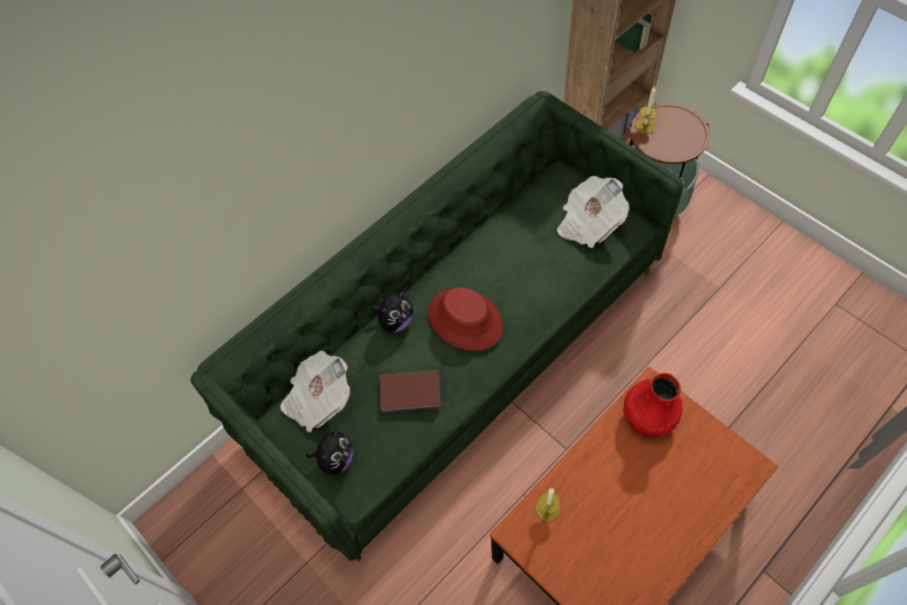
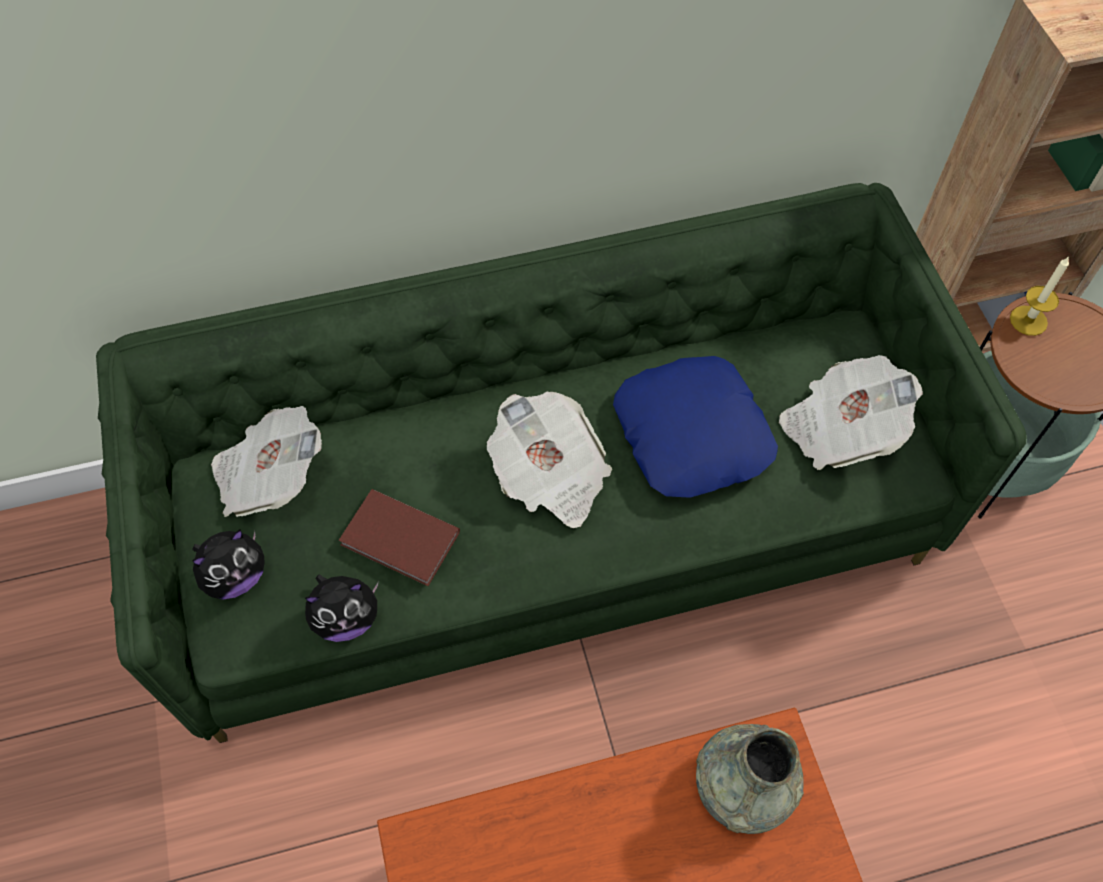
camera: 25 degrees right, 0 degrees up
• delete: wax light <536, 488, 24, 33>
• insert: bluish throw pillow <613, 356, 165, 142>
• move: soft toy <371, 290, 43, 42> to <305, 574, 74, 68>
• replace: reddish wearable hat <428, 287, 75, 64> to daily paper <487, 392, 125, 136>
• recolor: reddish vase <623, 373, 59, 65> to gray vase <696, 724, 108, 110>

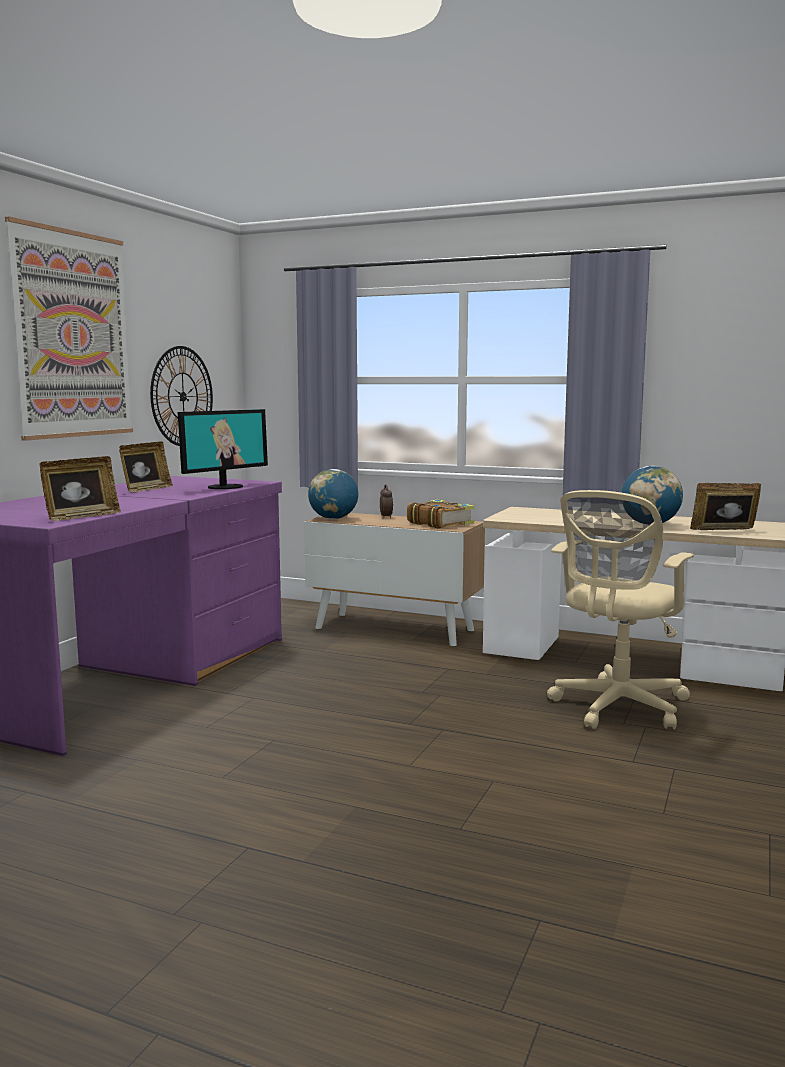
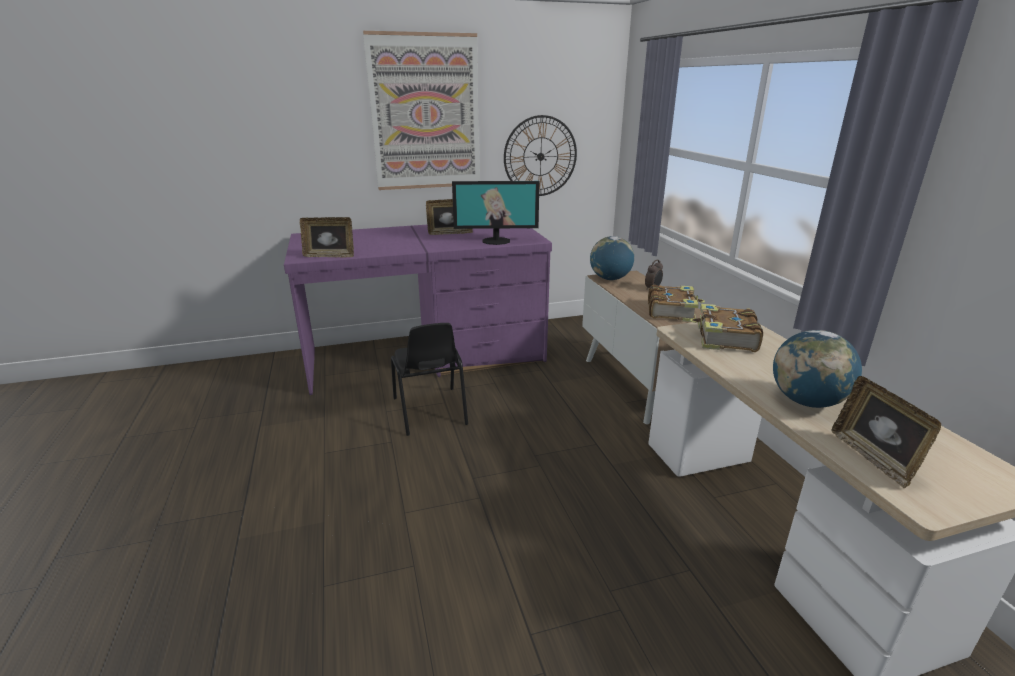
camera: 50 degrees right, 15 degrees up
• delete: beige-coloured computer chair <547, 490, 147, 239>
• insert: blackish upright chair <391, 323, 77, 113>
• insert: volume <690, 304, 73, 48>
• rotate: picture frame <690, 483, 71, 47> = <831, 376, 110, 112> 150 degrees counterclockwise

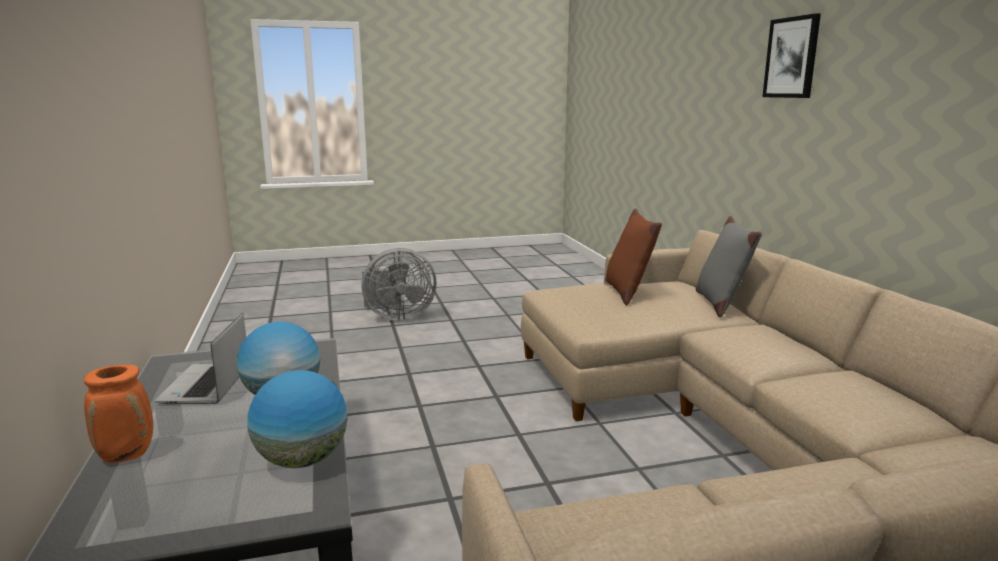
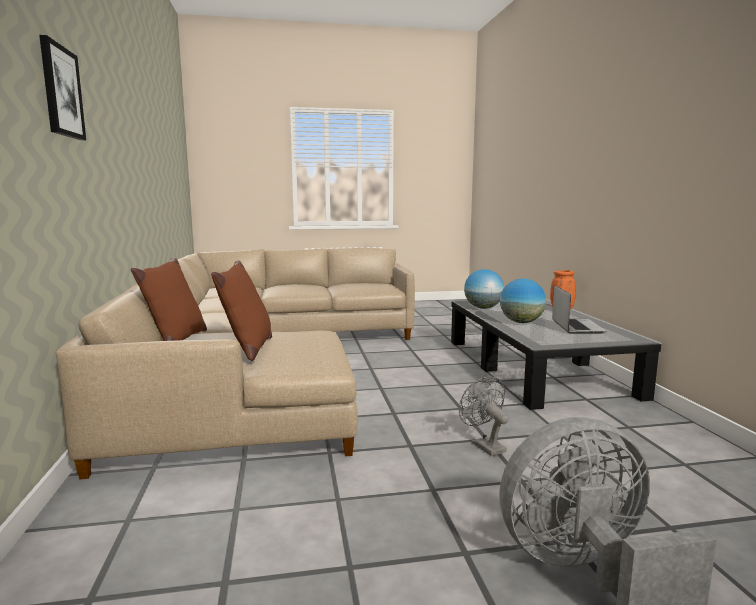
camera: 175 degrees left, 5 degrees down
• insert: gray cooling fan <459, 376, 49, 80>
• recolor: gray throw pillow <696, 216, 66, 101> to brownish throw pillow <131, 258, 76, 83>

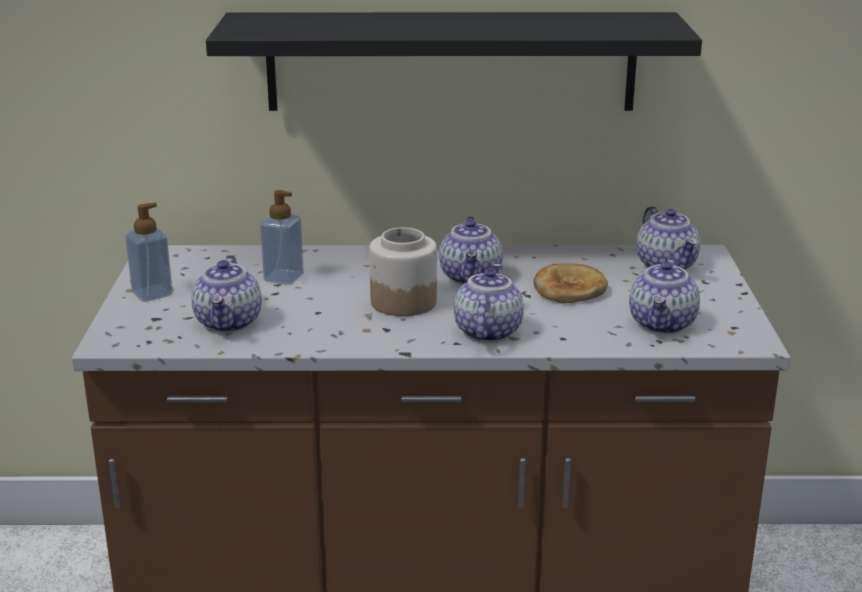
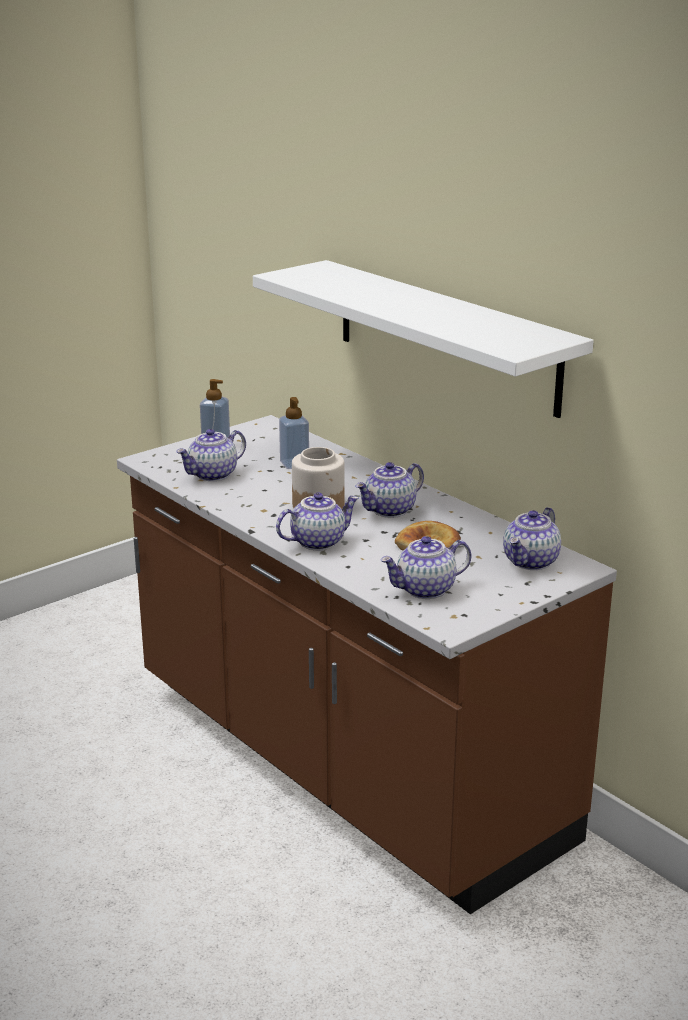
camera: 50 degrees right, 0 degrees up
• recolor: blackish shelf <206, 12, 496, 99> to white shelf <253, 260, 341, 158>

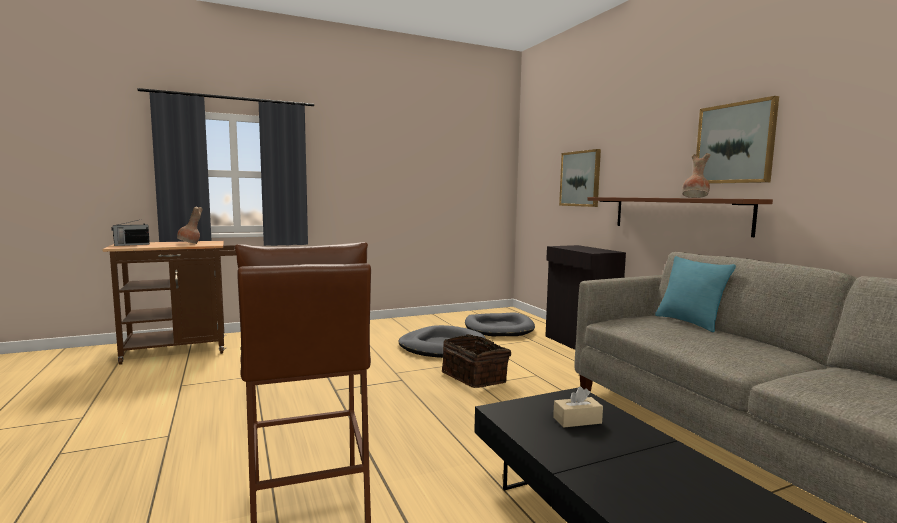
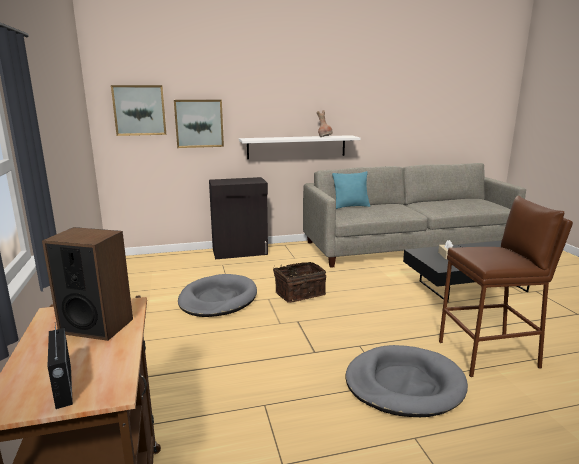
camera: 80 degrees left, 10 degrees up
• move: gray dog cushion <465, 312, 70, 24> to <346, 345, 122, 72>
• move: picture <696, 96, 83, 88> to <111, 85, 55, 51>
• replace: brownish vase <177, 207, 26, 37> to speaker <42, 227, 91, 114>
• recolor: brownish shelf <587, 197, 186, 40> to white shelf <239, 135, 122, 24>

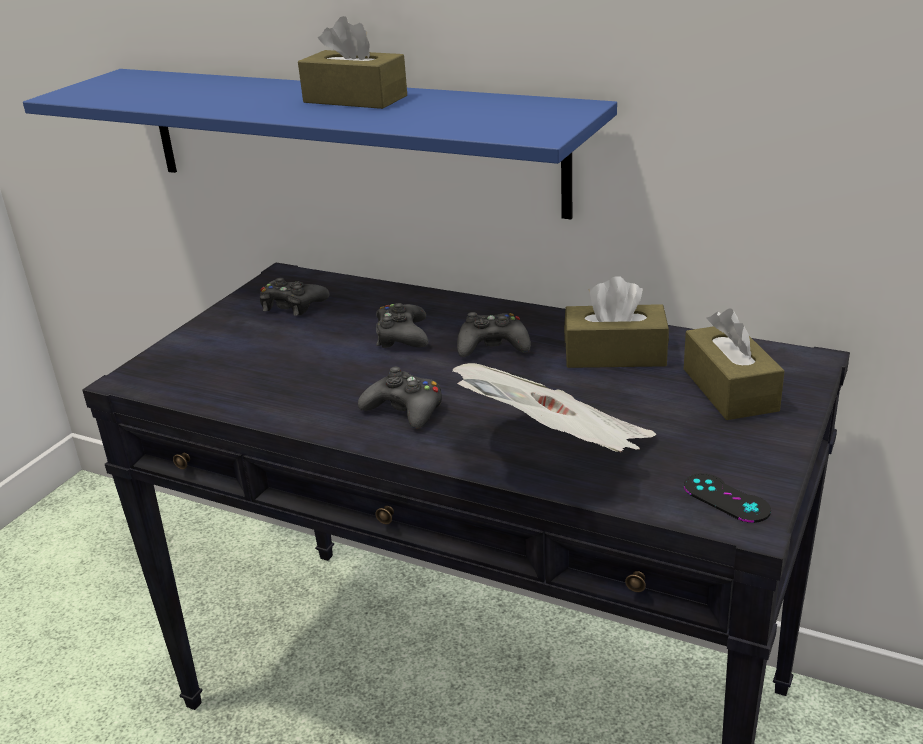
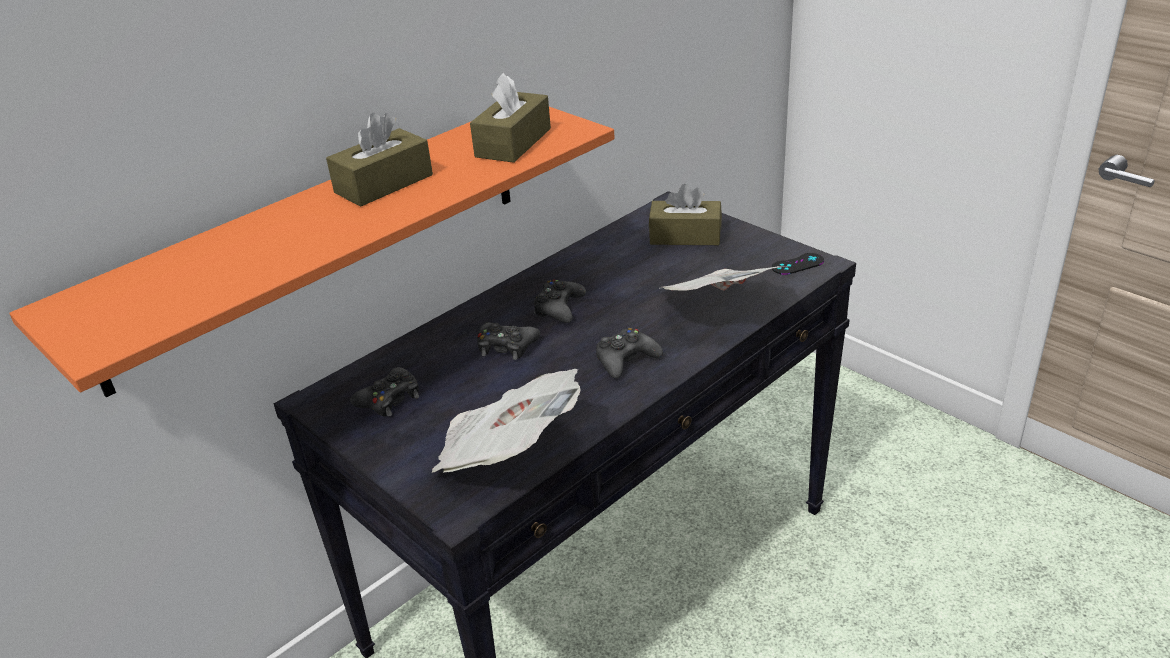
camera: 70 degrees left, 5 degrees up
• insert: daily paper <432, 369, 149, 104>
• move: brownish tissue holder <564, 276, 105, 92> to <470, 73, 81, 90>
• recolor: bluish shelf <23, 69, 594, 150> to orange shelf <9, 107, 606, 290>

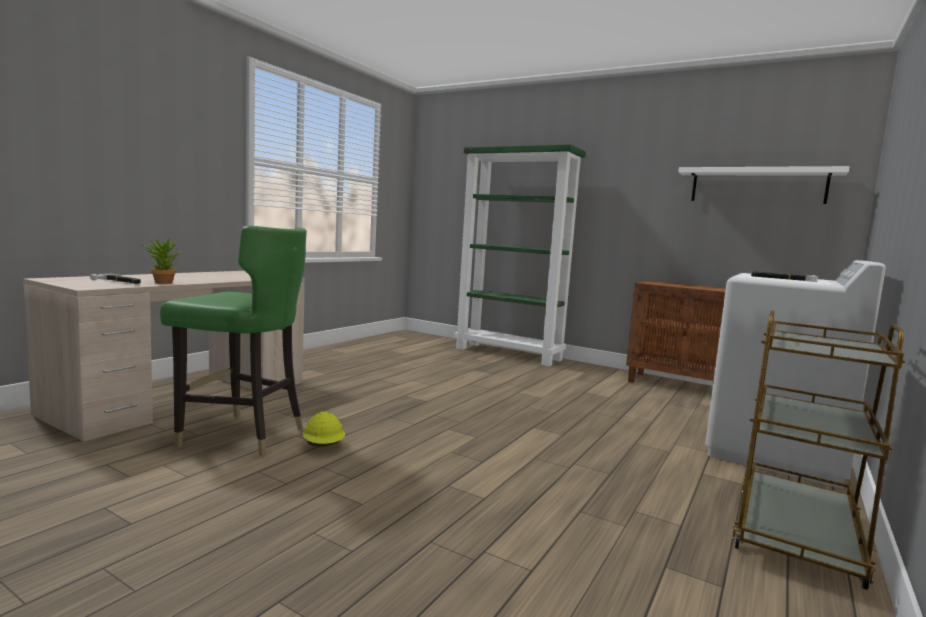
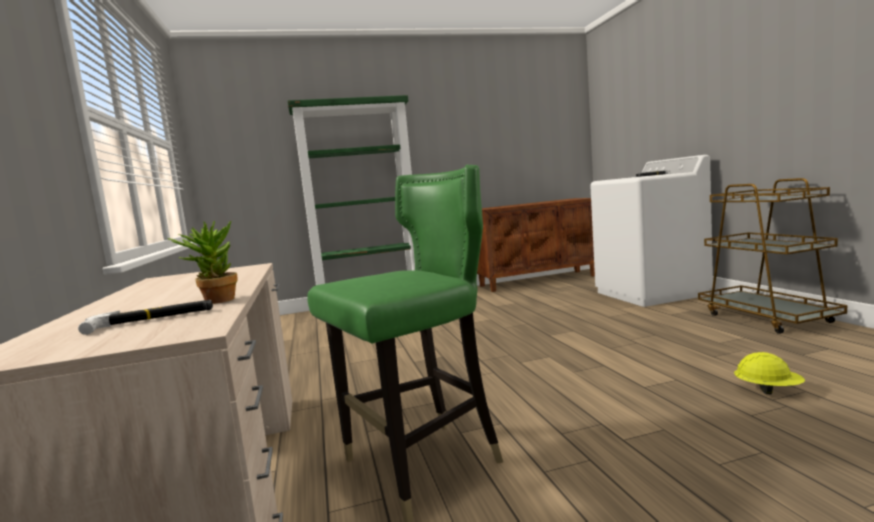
camera: 45 degrees left, 0 degrees up
• delete: white shelf <678, 166, 172, 38>
• move: yellow safety helmet <303, 411, 42, 35> to <734, 352, 71, 42>

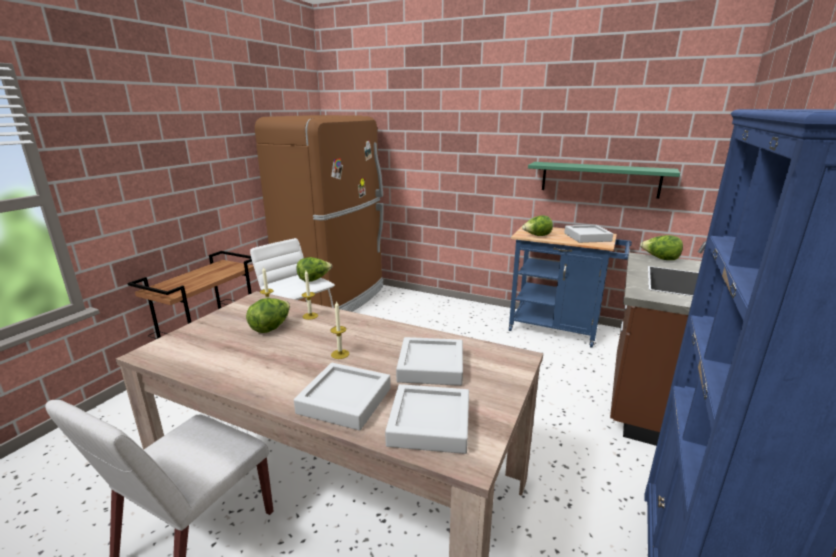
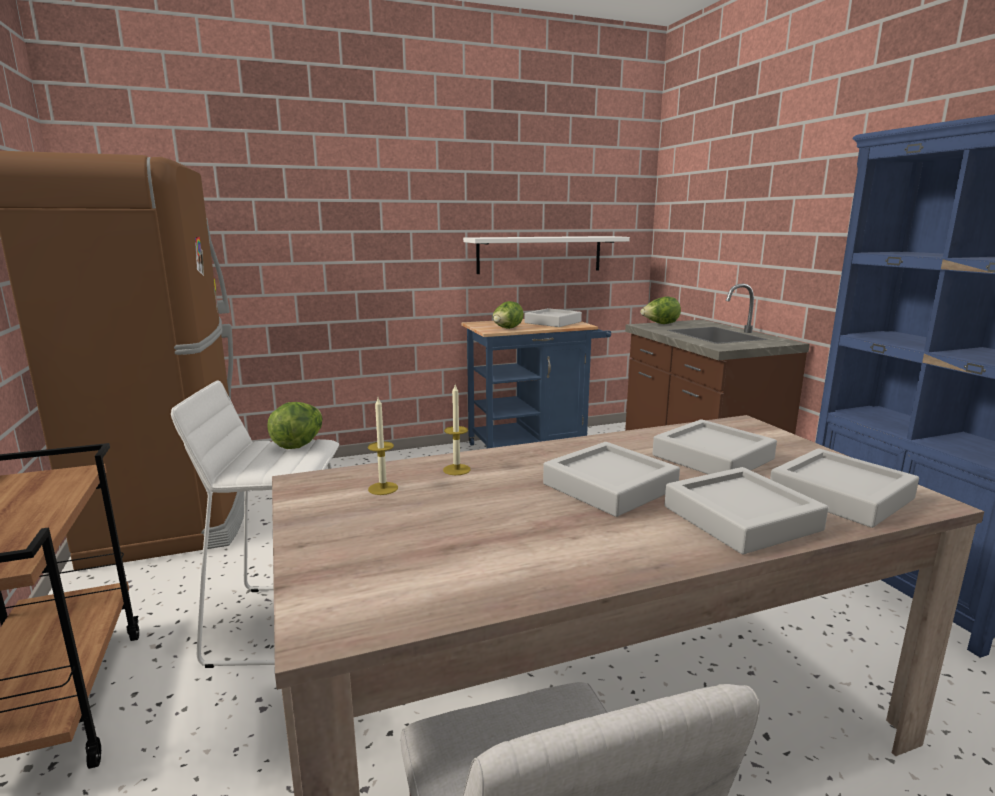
camera: 45 degrees left, 5 degrees down
• delete: lettuce <246, 298, 44, 35>
• replace: wax light <331, 301, 18, 58> to gray serving tray <543, 442, 137, 75>
• recolor: green-coloured shelf <528, 162, 152, 37> to white shelf <463, 236, 167, 38>

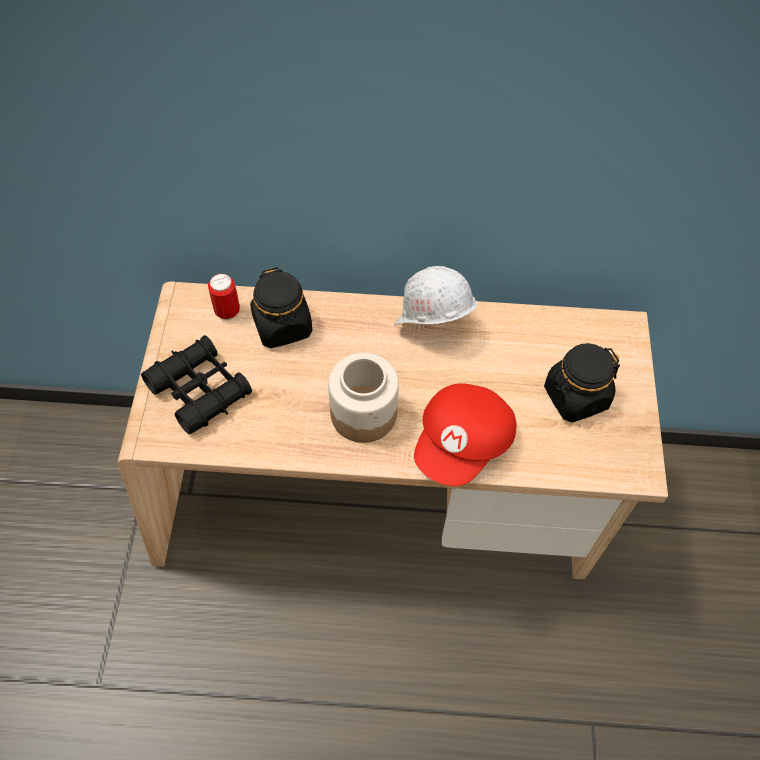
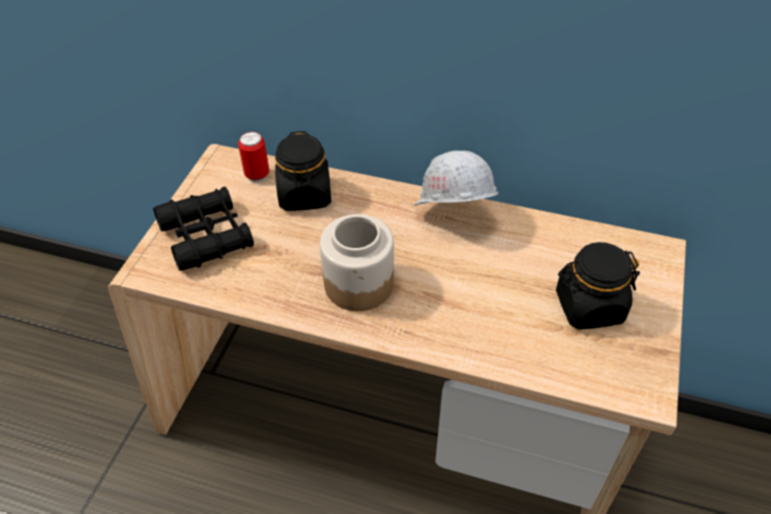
camera: 15 degrees right, 10 degrees down
• delete: reddish peaked cap <414, 383, 102, 103>

